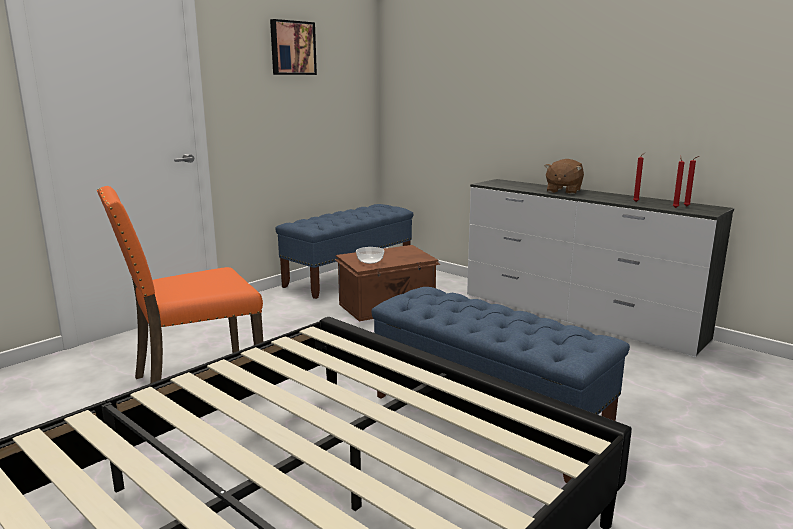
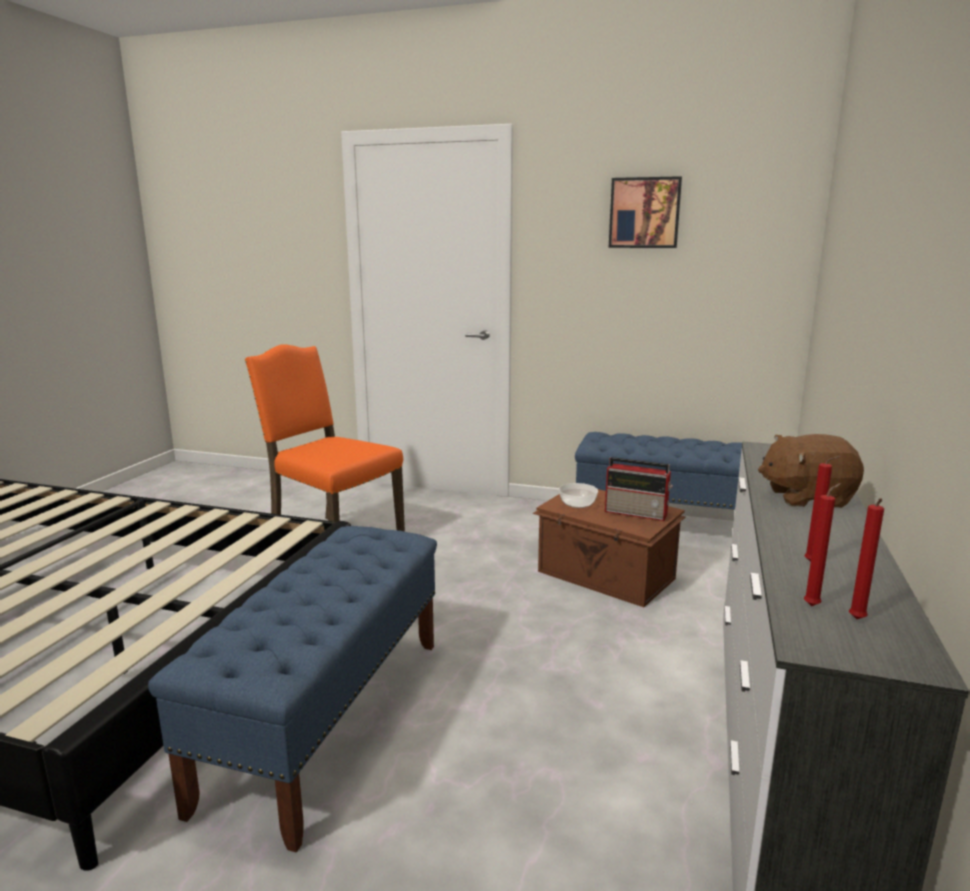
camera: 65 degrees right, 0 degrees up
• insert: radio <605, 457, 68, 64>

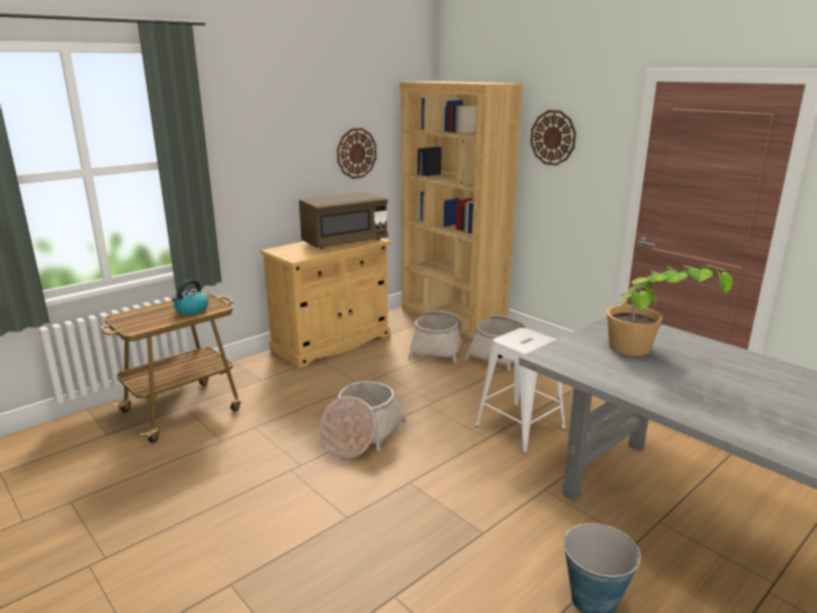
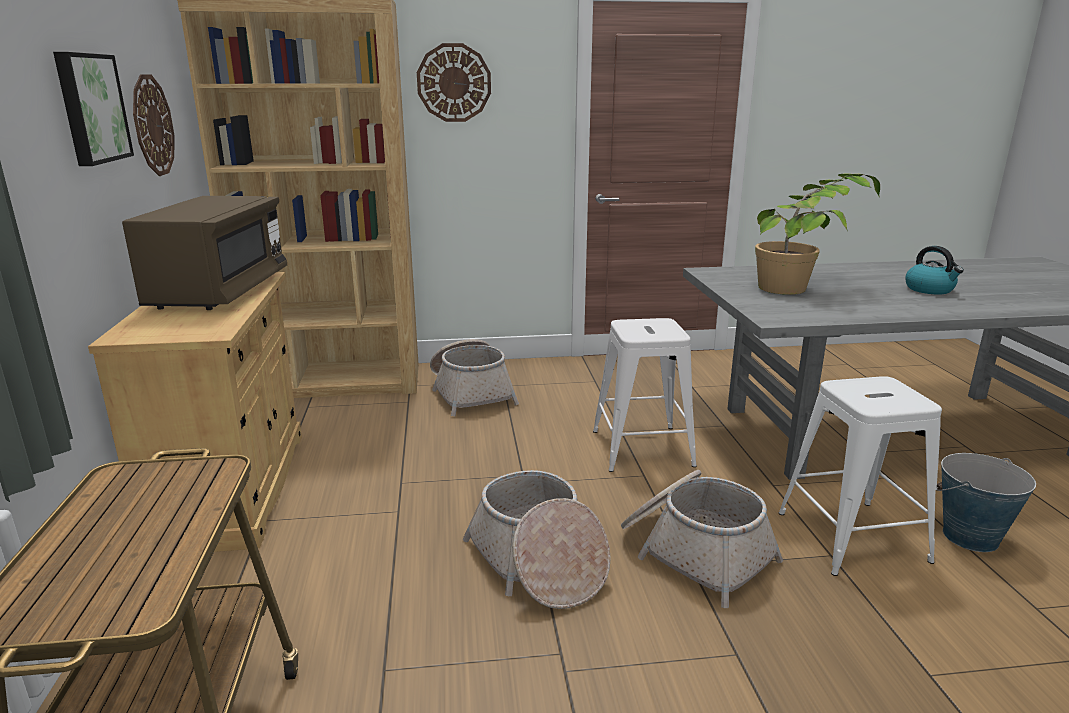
camera: 55 degrees left, 0 degrees up
• insert: picture <53, 52, 81, 114>
• insert: white stool <779, 376, 163, 200>
• move: tea kettle <172, 280, 36, 35> to <905, 246, 59, 48>
• move: storage basket <408, 310, 55, 53> to <621, 470, 162, 138>

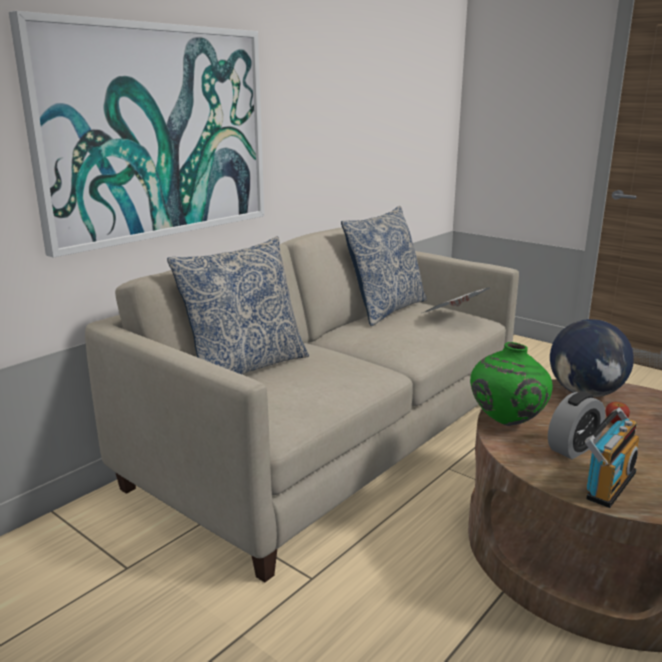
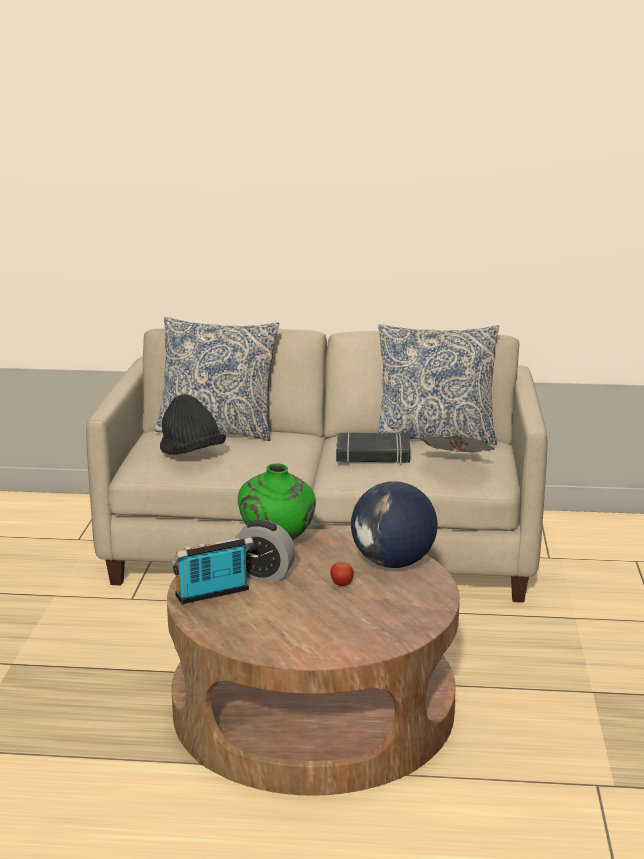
camera: 55 degrees right, 0 degrees up
• delete: picture <9, 11, 255, 247>
• insert: blackish wearable hat <160, 394, 66, 61>
• insert: blackish volume <336, 433, 74, 31>
• rotate: radio <585, 408, 55, 100> = <172, 537, 82, 67> 150 degrees clockwise

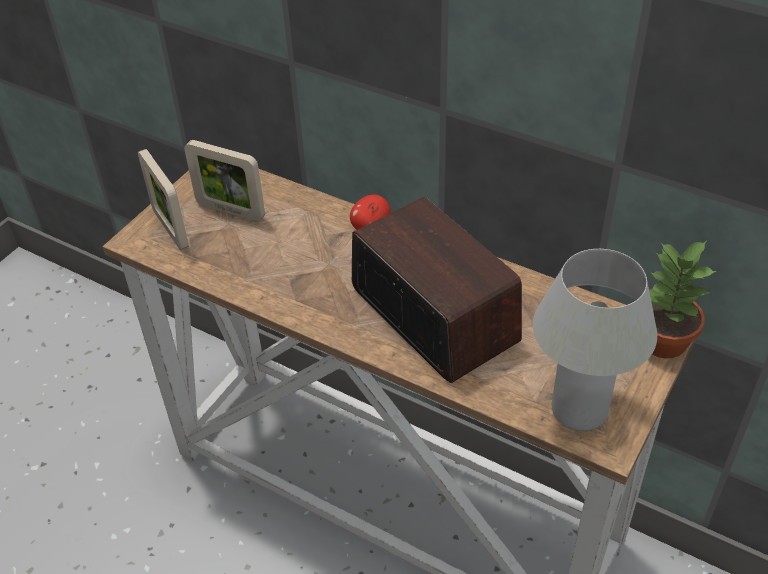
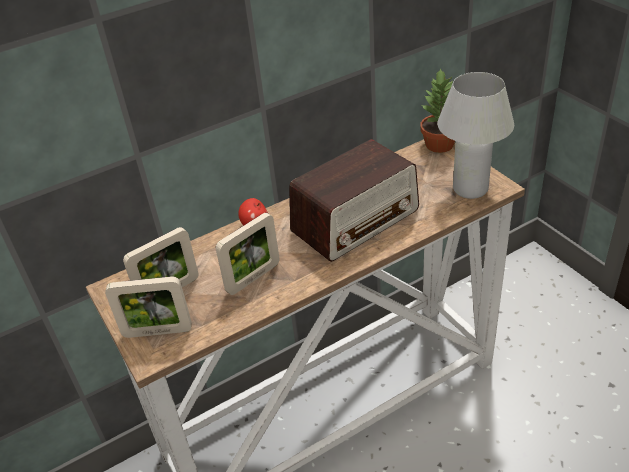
camera: 60 degrees left, 5 degrees down
• insert: picture frame <216, 213, 64, 82>
• rotate: radio <352, 197, 170, 186> = <289, 139, 130, 123> 150 degrees clockwise

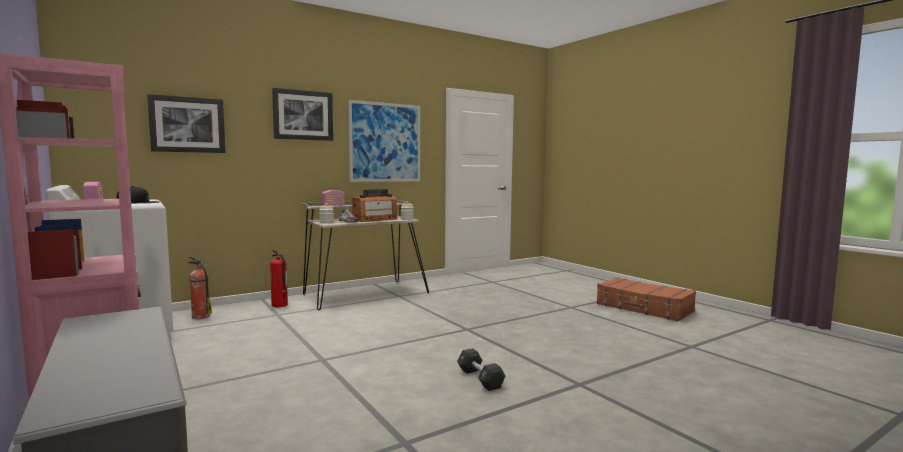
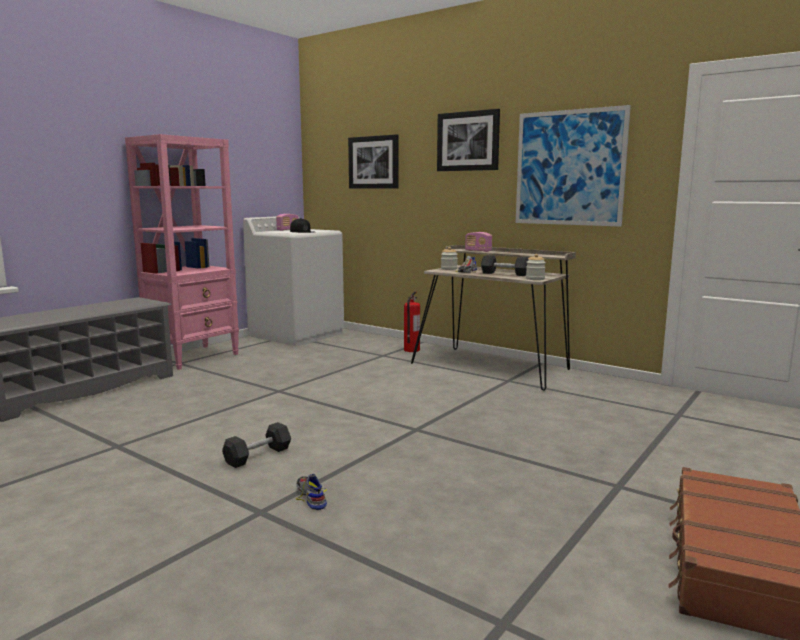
camera: 70 degrees right, 5 degrees up
• delete: extinguisher <188, 256, 24, 63>
• insert: low shoe <296, 473, 31, 37>
• replace: radio <352, 189, 45, 33> to blackish hand weight <481, 255, 48, 21>

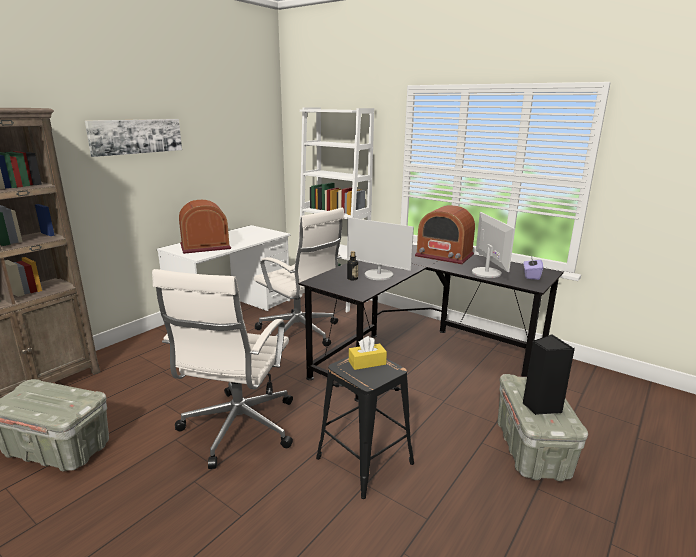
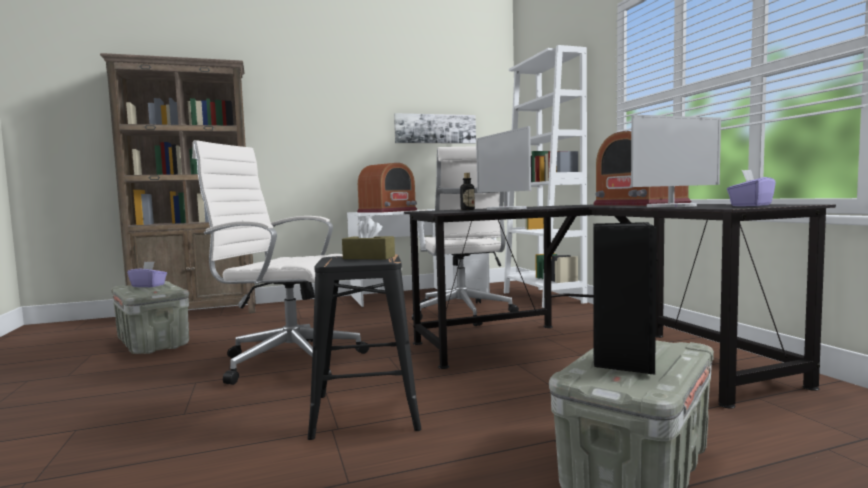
camera: 35 degrees right, 15 degrees down
• insert: purple tissue holder <127, 261, 40, 26>
• move: picture <85, 119, 97, 38> to <394, 113, 82, 31>
• recolor: yellow tissue holder <349, 336, 38, 34> to brownish tissue holder <342, 218, 53, 41>
• rotate: white computer chair <152, 269, 141, 200> = <192, 140, 177, 245> 60 degrees clockwise
• rotate: radio <179, 200, 52, 54> = <357, 163, 60, 50> 120 degrees clockwise
• rotate: monitor <472, 212, 43, 66> = <631, 115, 90, 92> 45 degrees clockwise

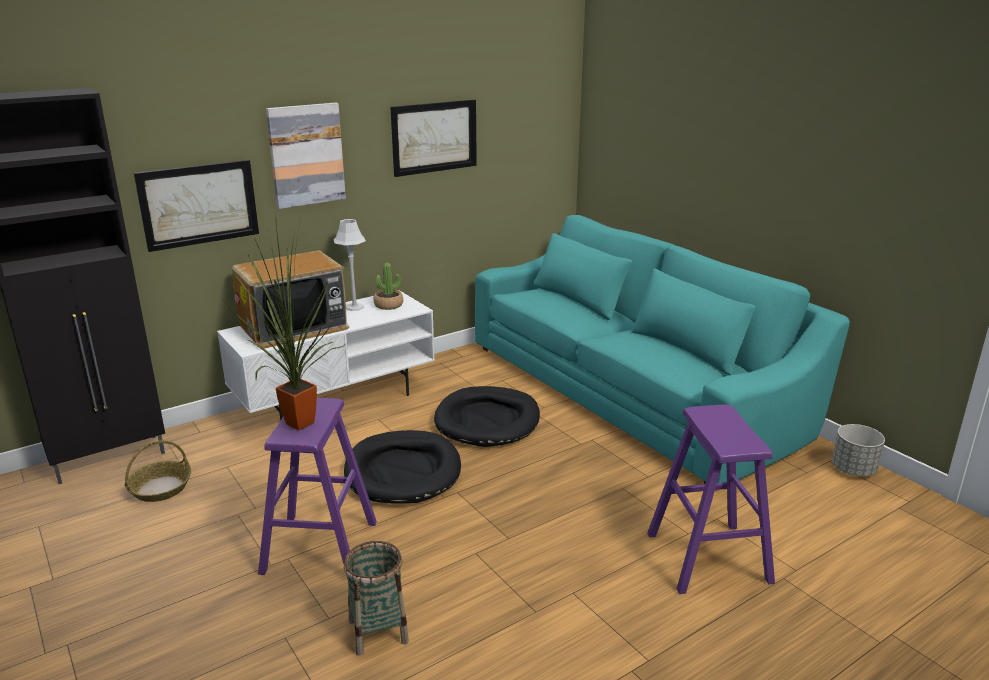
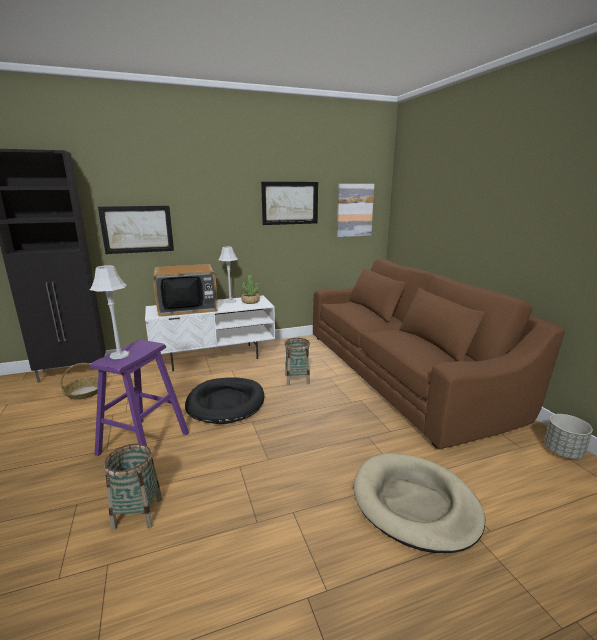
camera: 15 degrees right, 5 degrees down
• move: picture <266, 103, 80, 106> to <337, 184, 37, 53>
• replace: plant in a pot <221, 216, 124, 214> to gray table lamp <90, 265, 40, 94>
• replace: blackish dog cushion <434, 386, 106, 61> to storage basket <285, 338, 25, 47>
• replace: purple stool <647, 405, 128, 189> to beige-coloured dog cushion <354, 453, 131, 100>
• recolor: turquoise couch <475, 215, 375, 269> to brownish couch <313, 259, 252, 190>

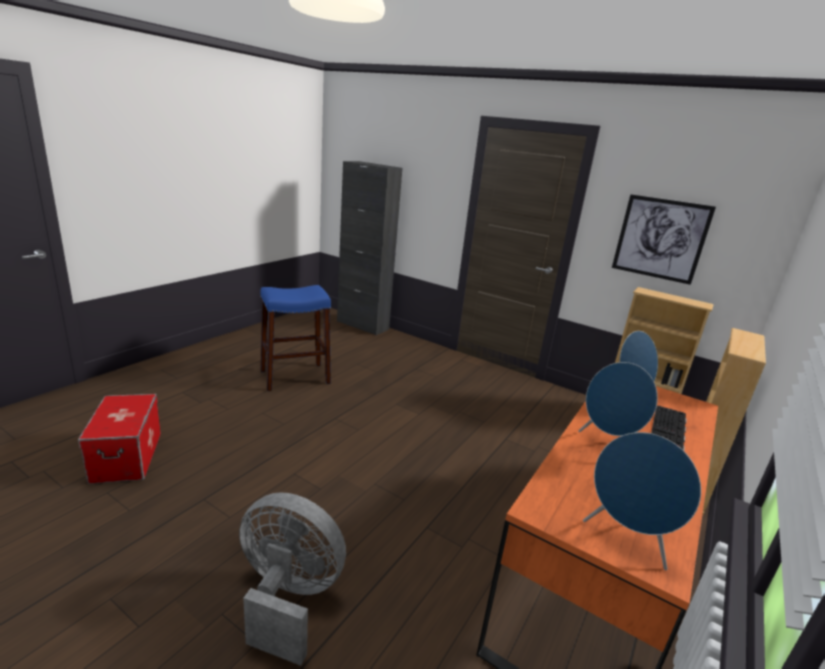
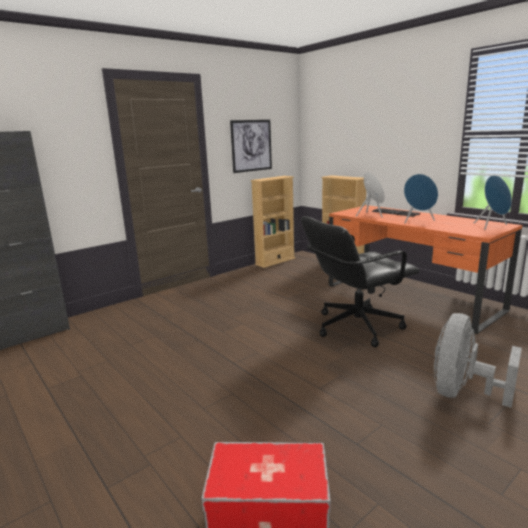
camera: 70 degrees left, 5 degrees down
• delete: bluish stool <260, 285, 71, 106>
• insert: blackish computer chair <301, 216, 119, 131>

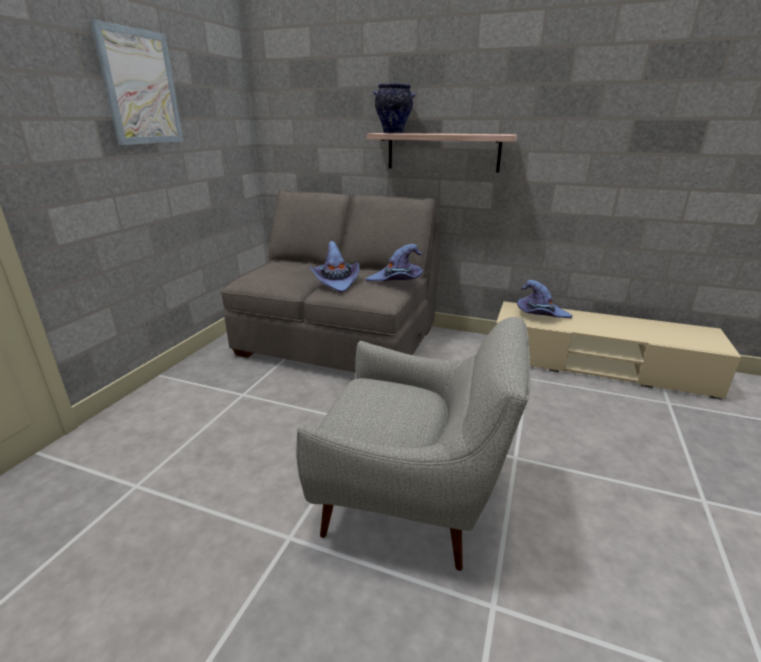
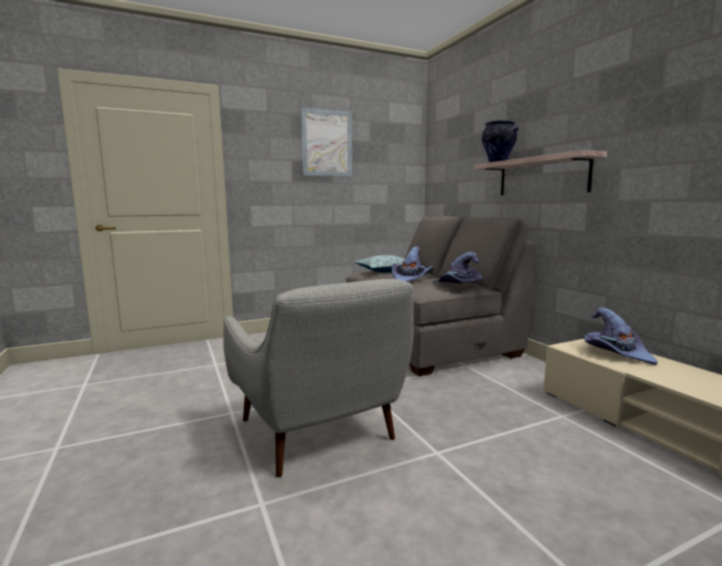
camera: 45 degrees right, 15 degrees down
• insert: throw pillow <355, 255, 50, 18>

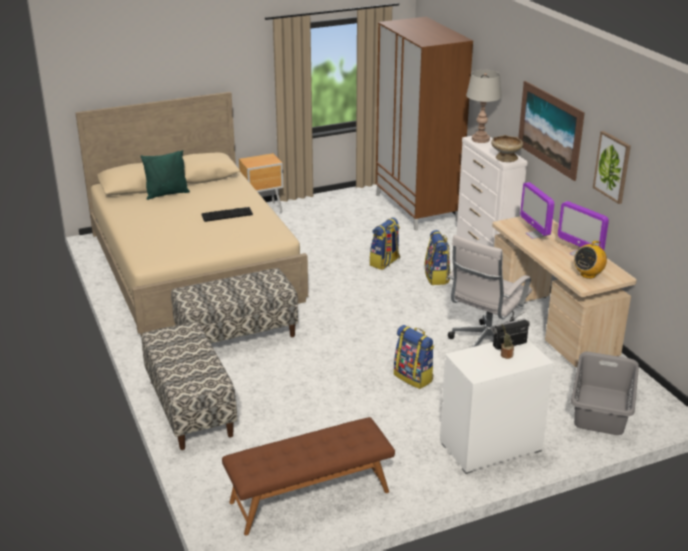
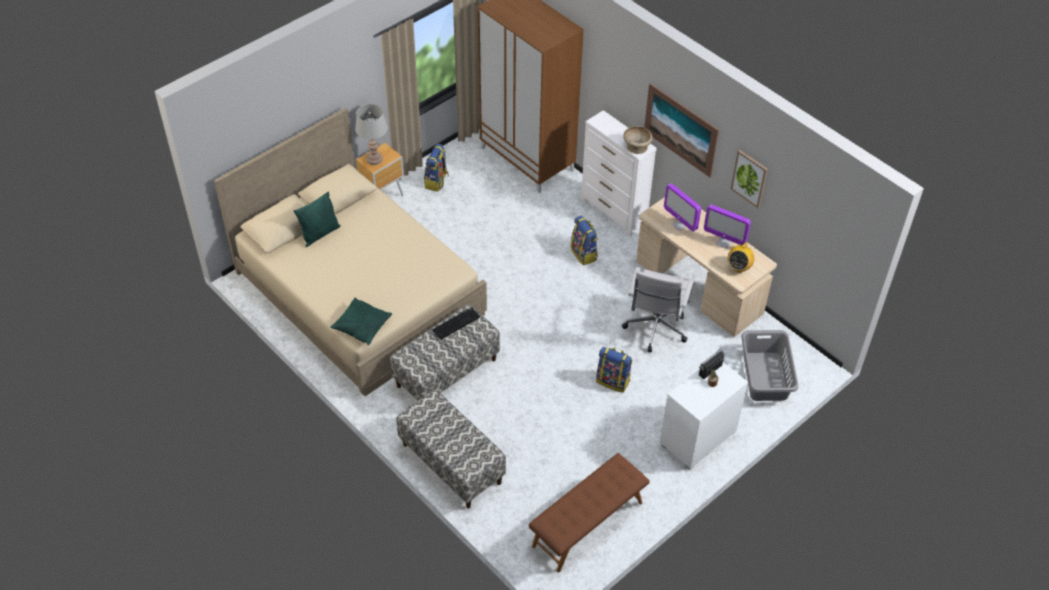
camera: 20 degrees left, 20 degrees up
• insert: green-coloured throw pillow <330, 297, 62, 49>
• move: PC keyboard <201, 207, 52, 15> to <433, 307, 47, 33>
• move: backpack <370, 217, 30, 53> to <424, 144, 25, 48>
• move: gray table lamp <466, 70, 36, 73> to <355, 104, 33, 61>

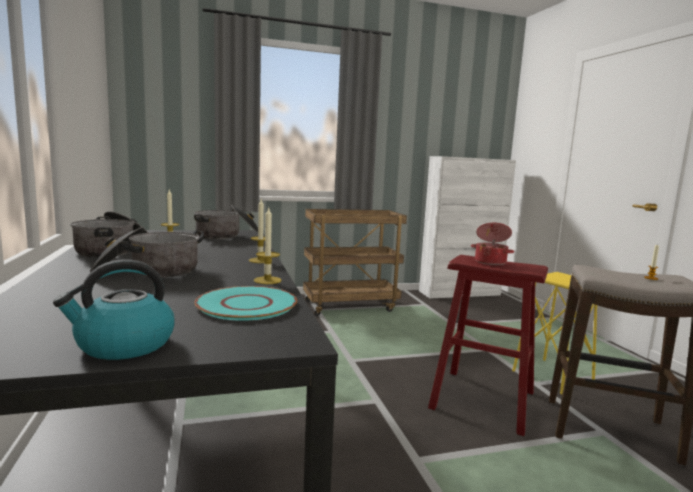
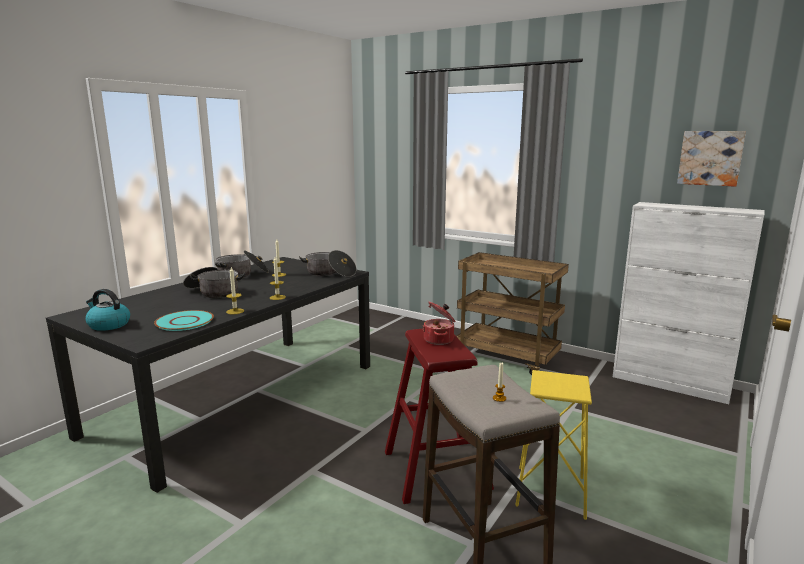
camera: 50 degrees right, 5 degrees up
• insert: picture <677, 131, 69, 56>

